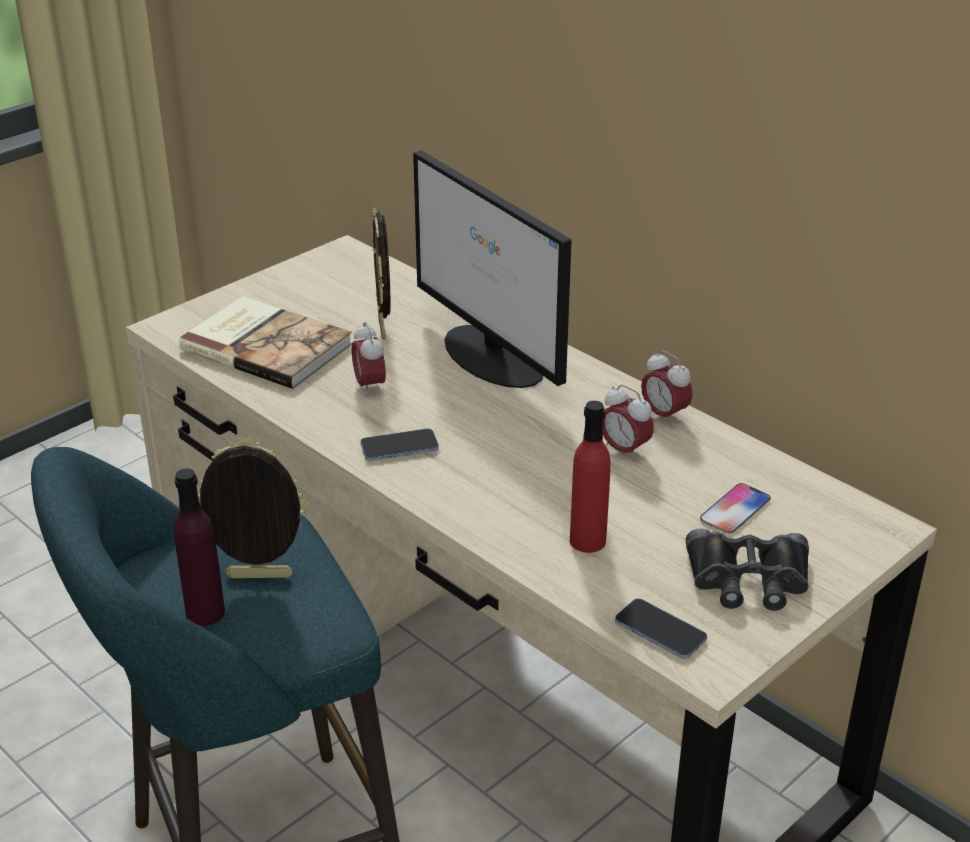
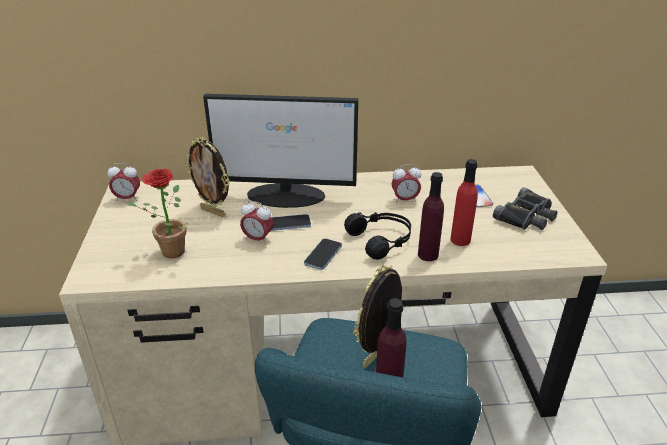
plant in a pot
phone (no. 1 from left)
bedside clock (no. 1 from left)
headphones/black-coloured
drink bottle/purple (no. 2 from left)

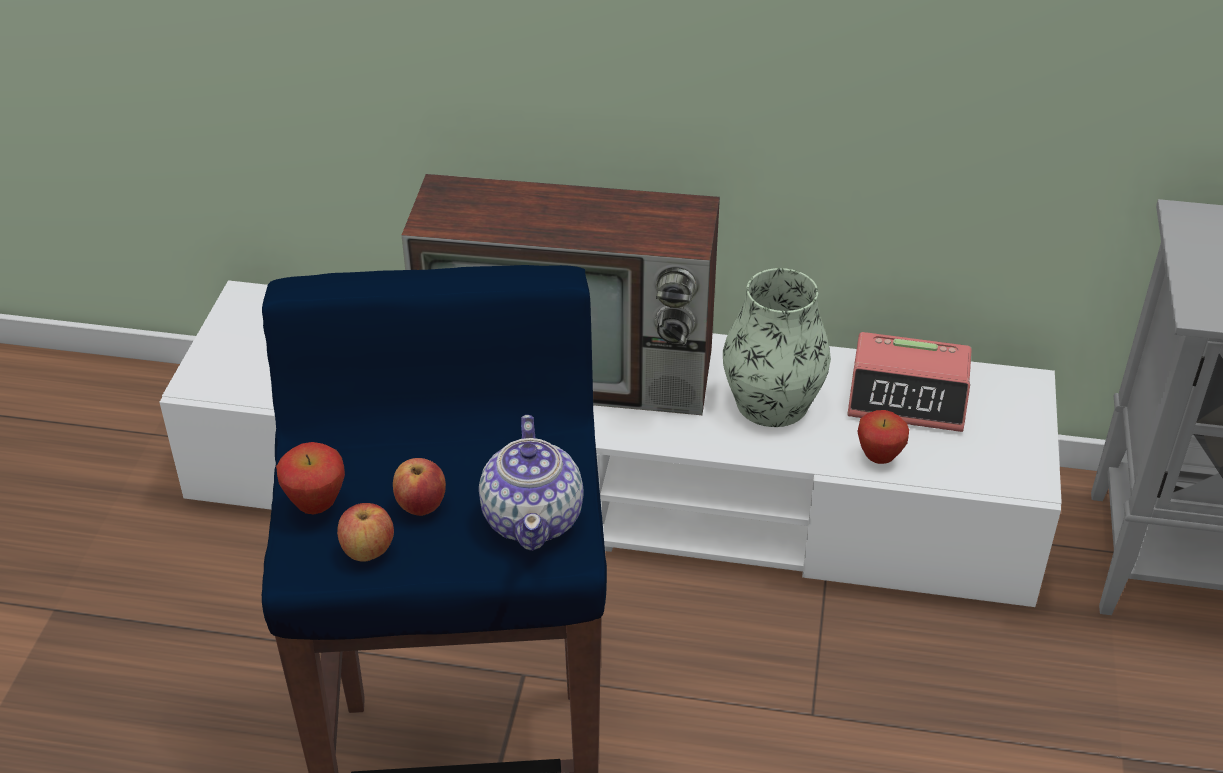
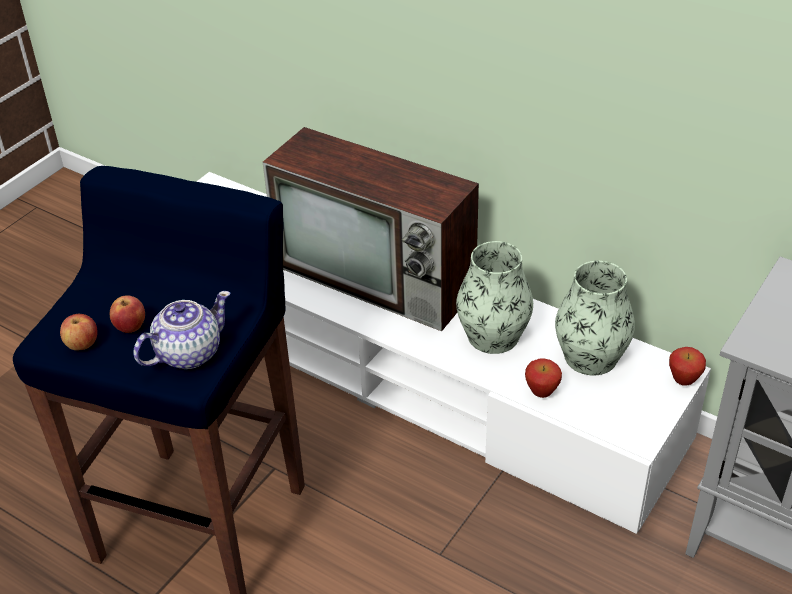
whole apple (no. 4 from left)
pot for tea
flower vase (no. 2 from left)

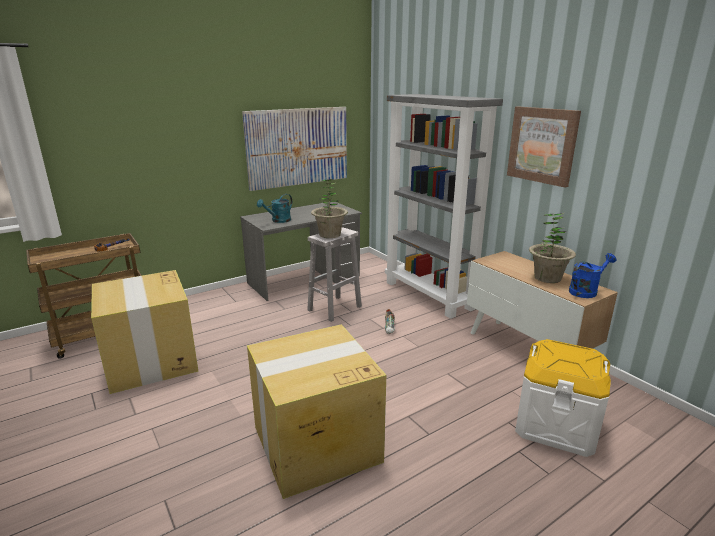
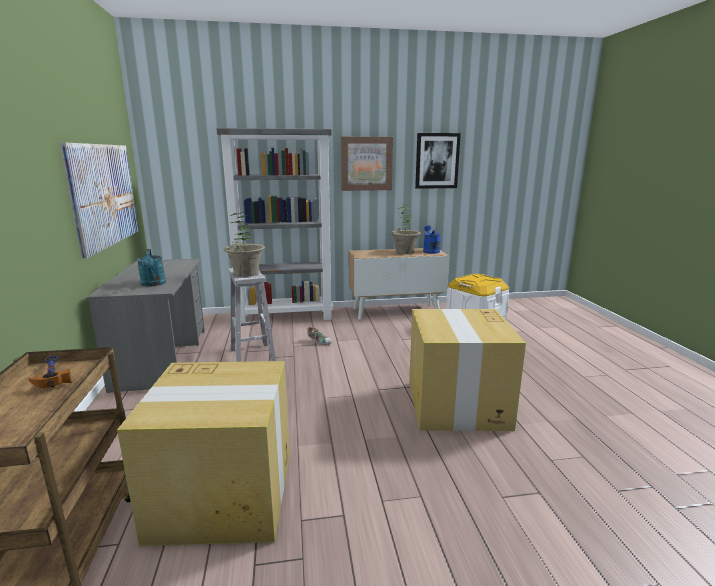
picture (no. 3 from left)

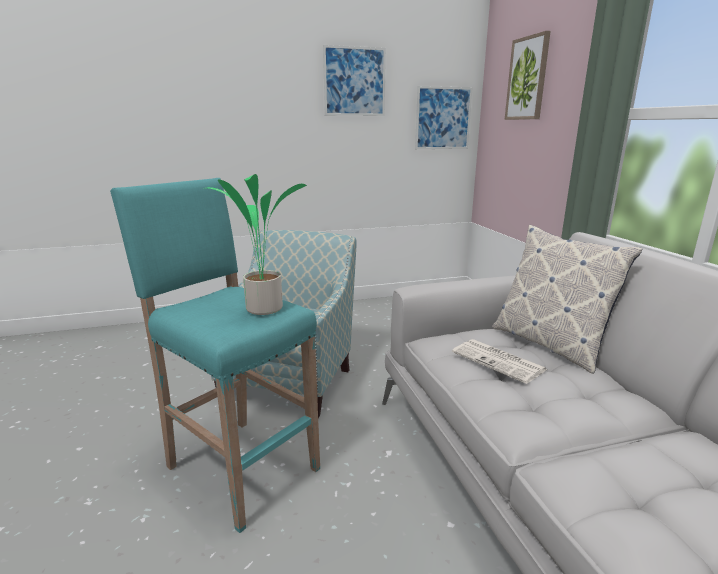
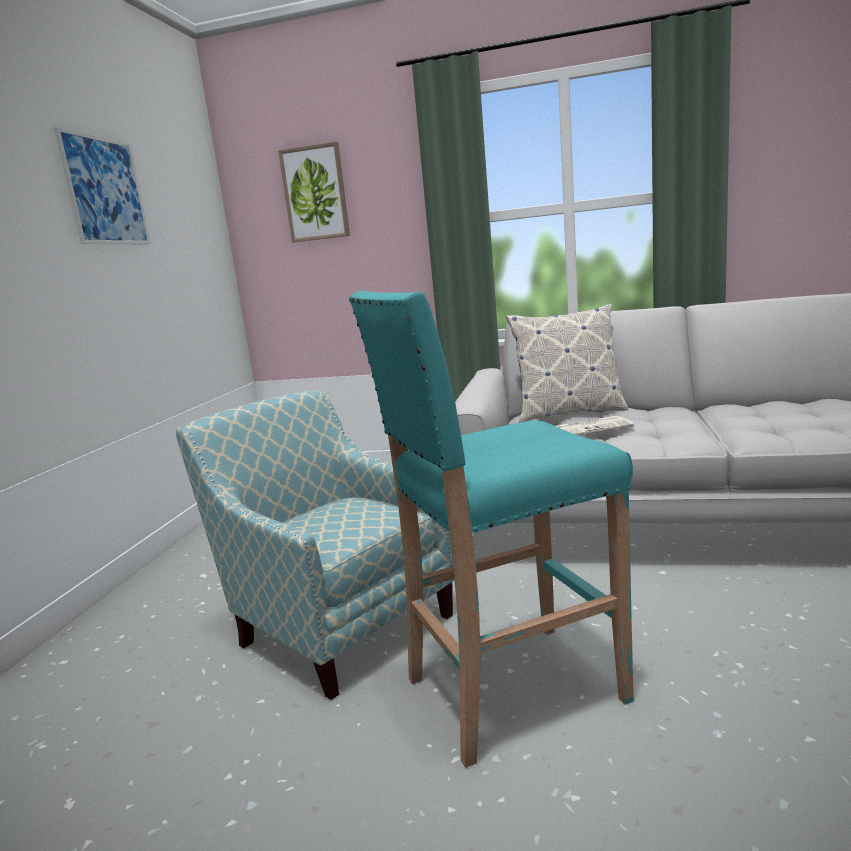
plant in a pot
picture (no. 2 from left in the first image)

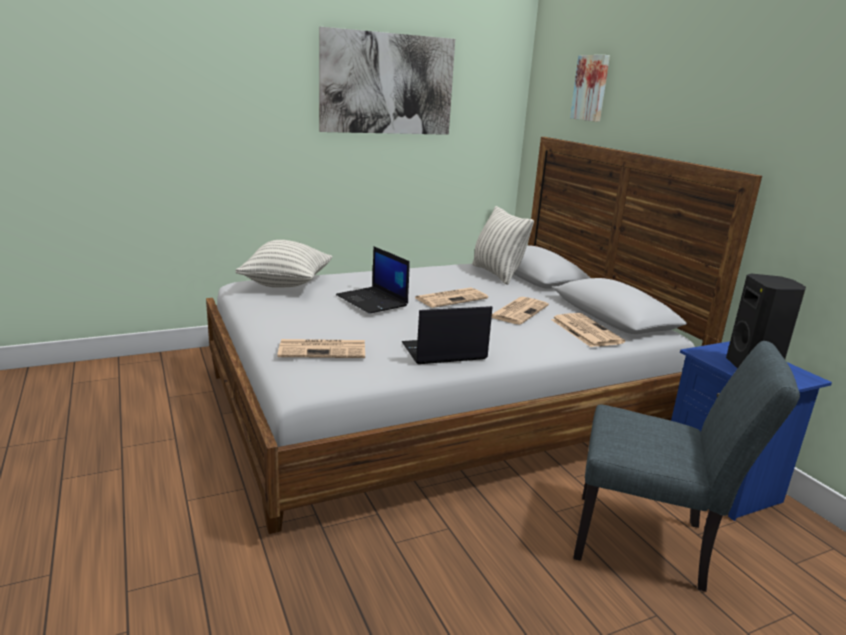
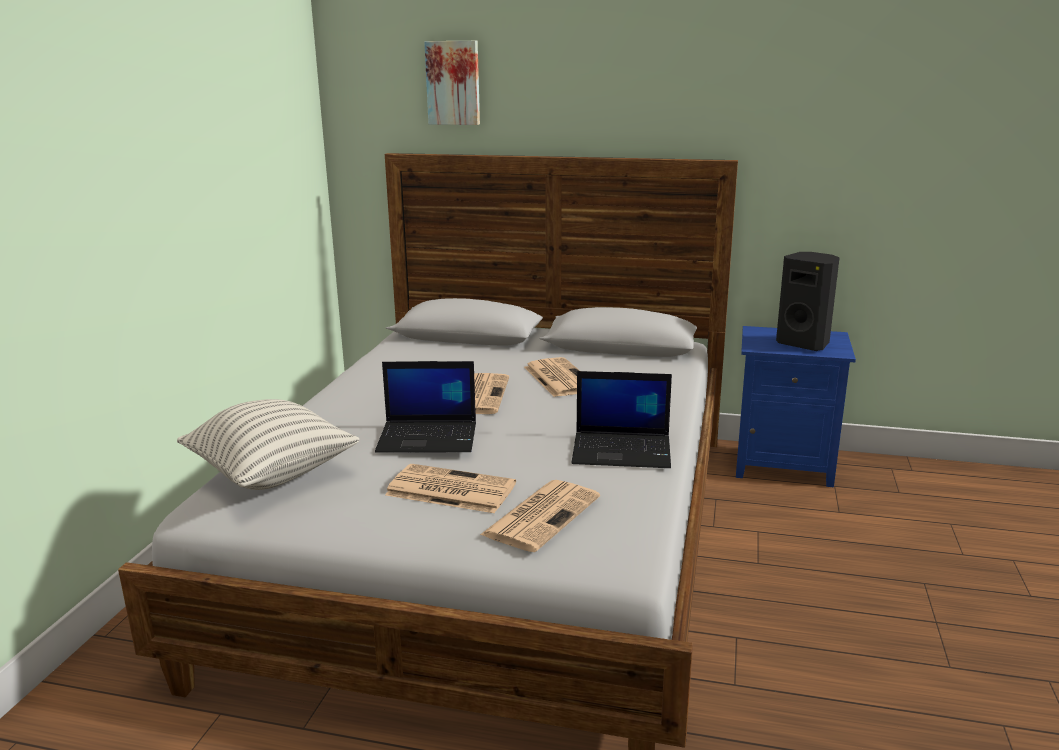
picture (no. 1 from left in the first image)
notebook computer (no. 2 from left)
cushion (no. 2 from left in the first image)
daily paper (no. 1 from left)
plain chair/grey

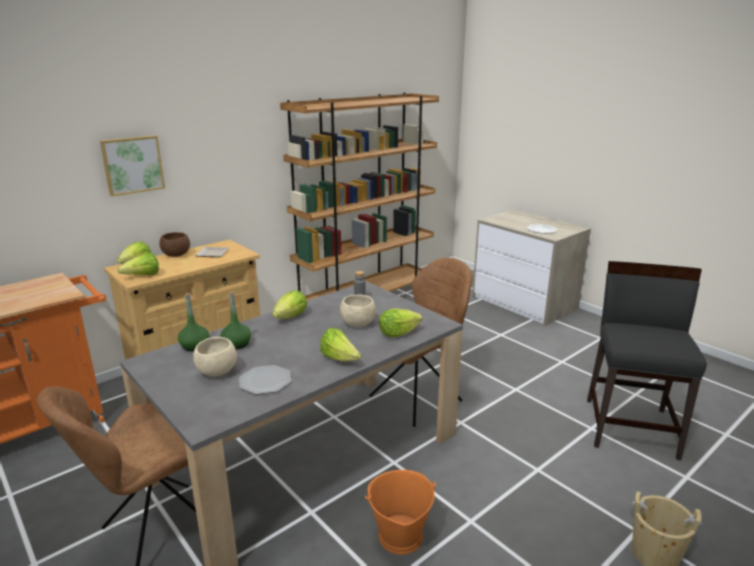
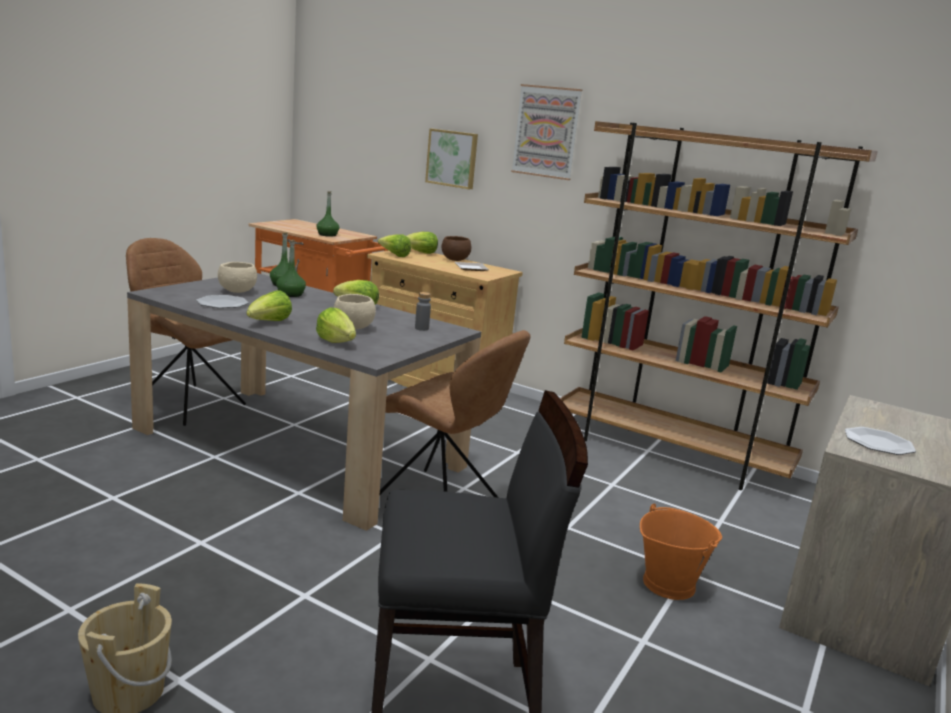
pail/orange-coloured
drink bottle/greenish (no. 3 from left)
picture (no. 2 from left)

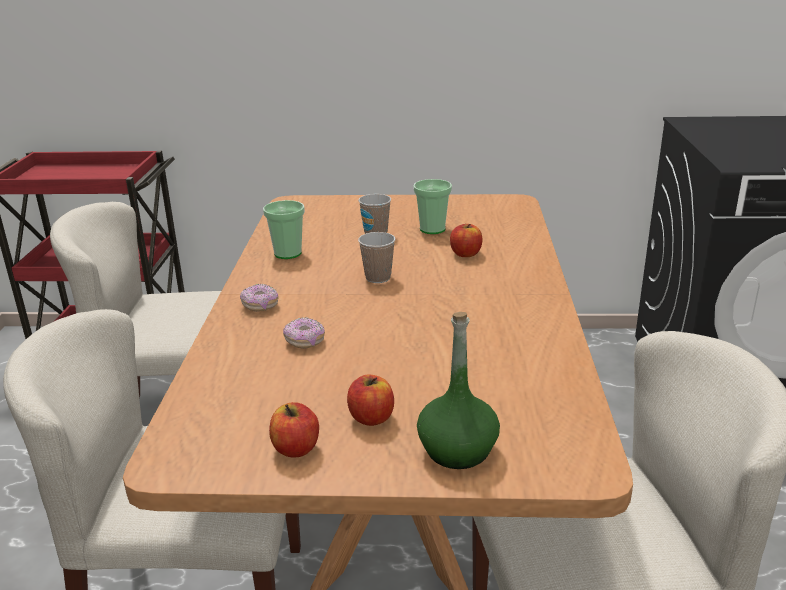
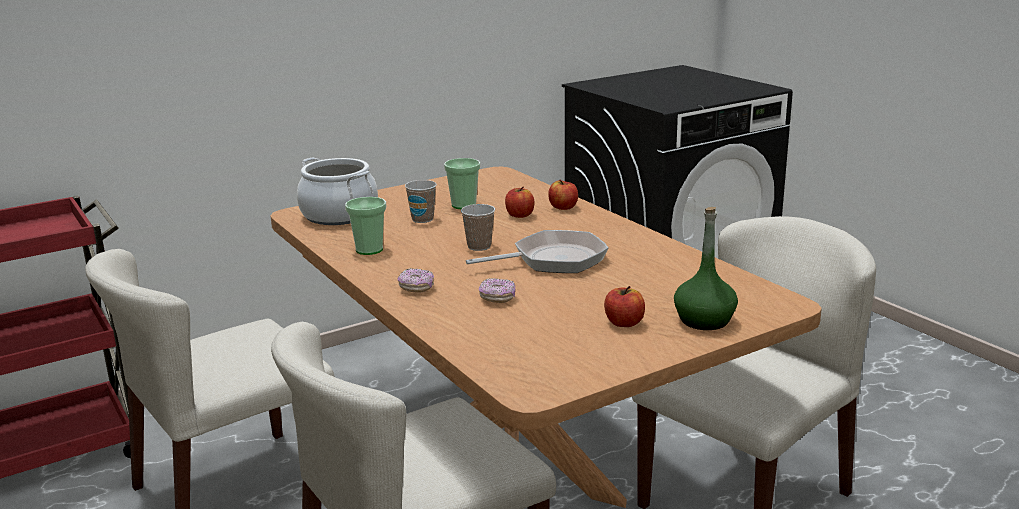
whole apple (no. 2 from left)
cooking pot
pan

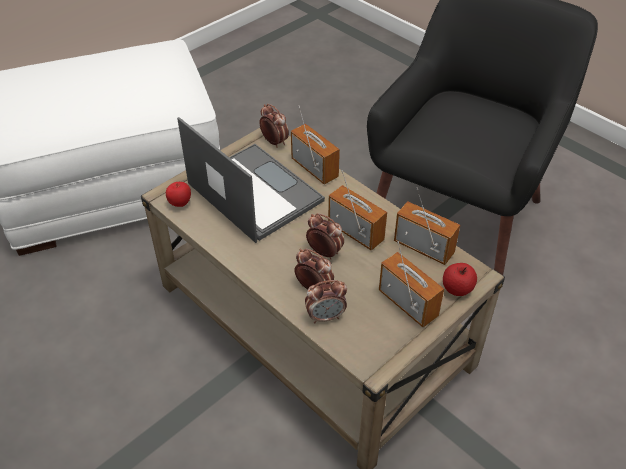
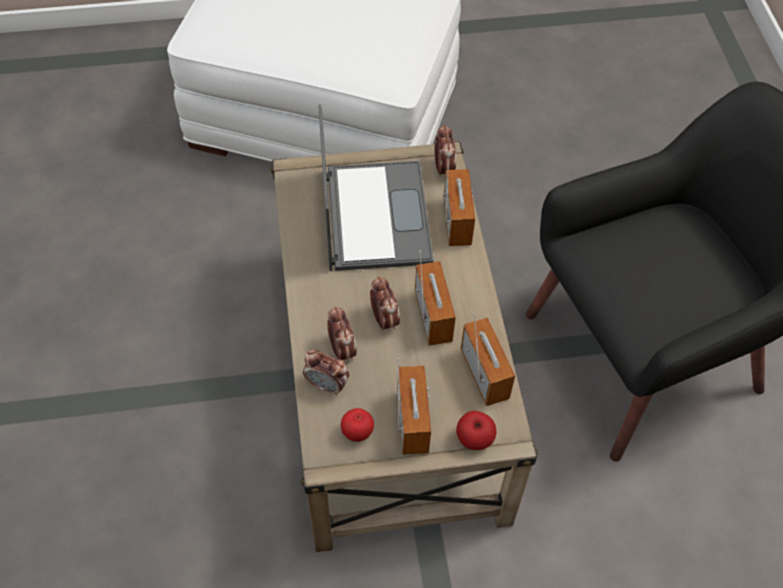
whole apple (no. 1 from left)

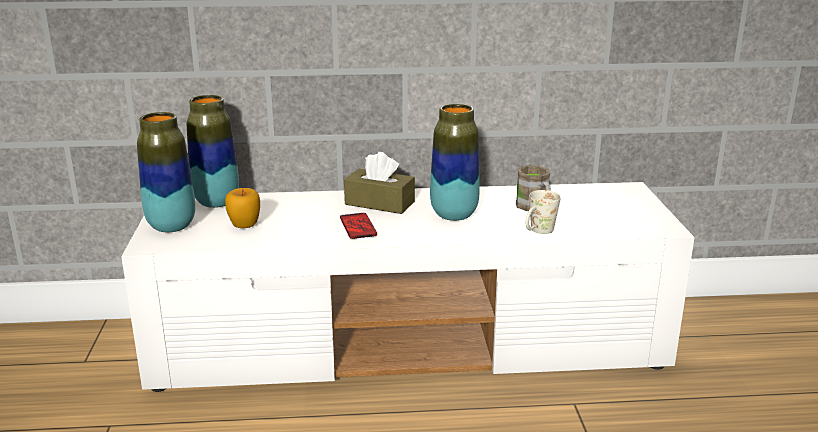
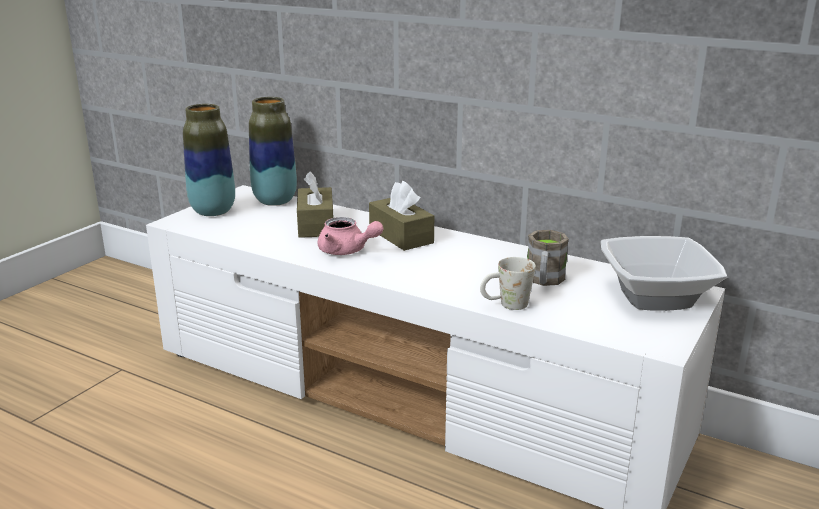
whole apple
pot for tea/pinkish
flower vase (no. 3 from left in the first image)
tissue holder/brownish (no. 1 from left)
serving bowl

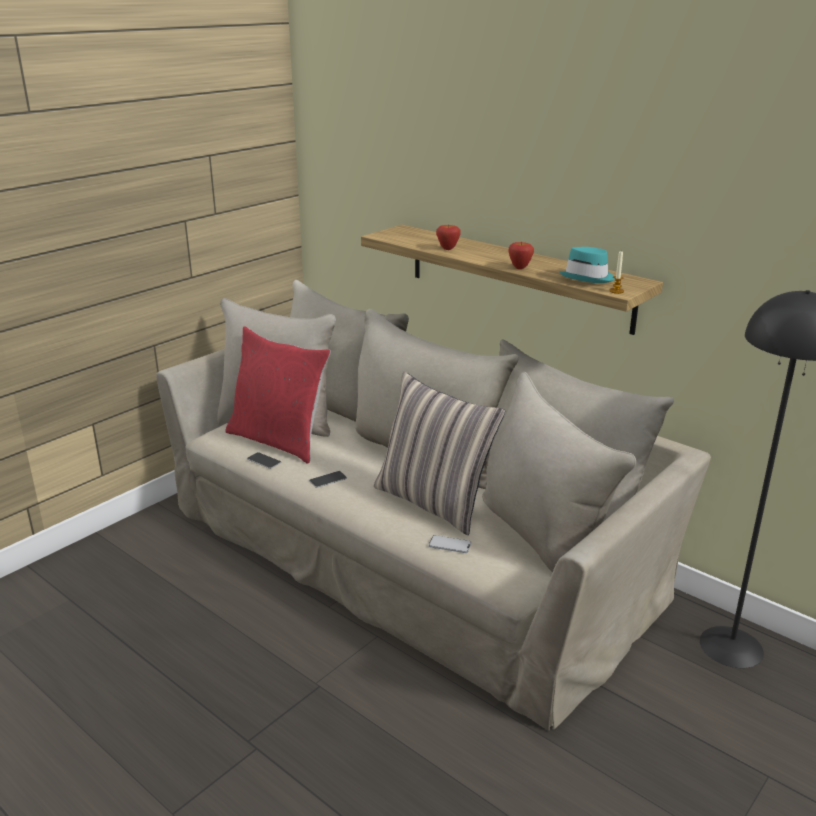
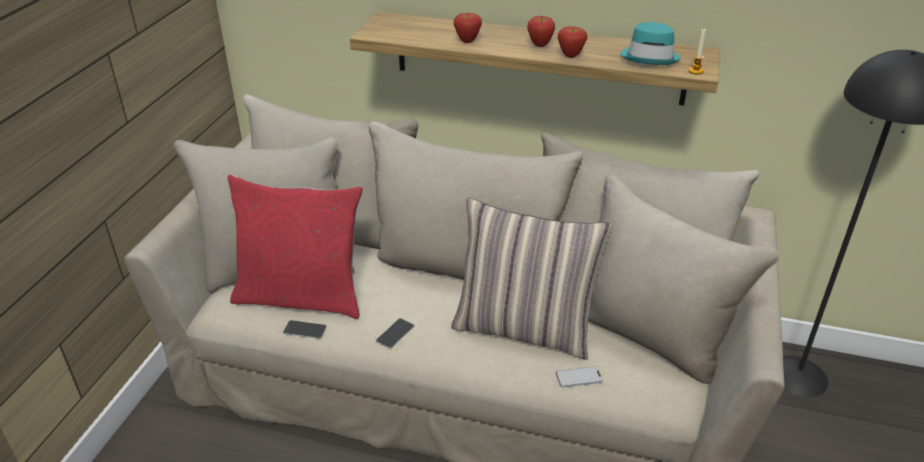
whole apple (no. 2 from left)

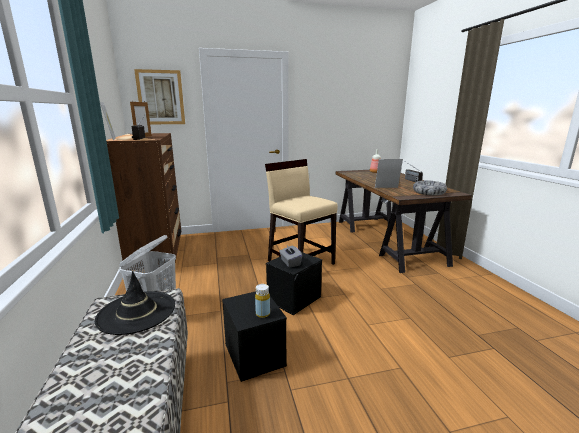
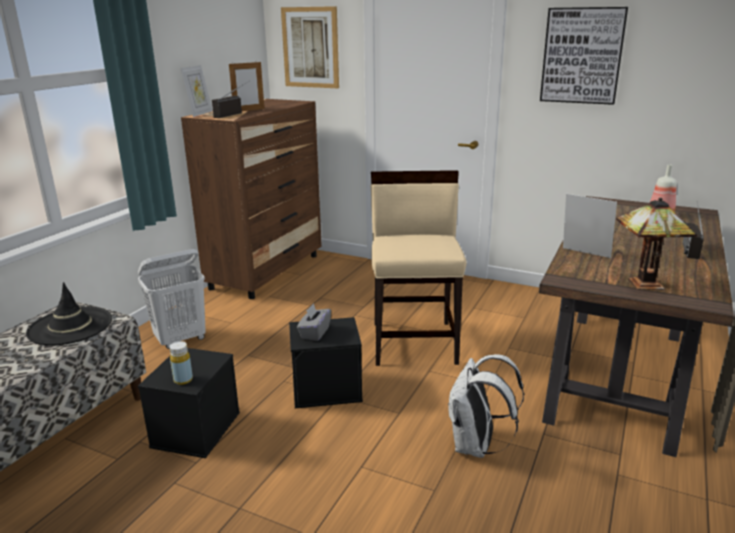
table lamp
backpack/white
picture (no. 2 from left)

